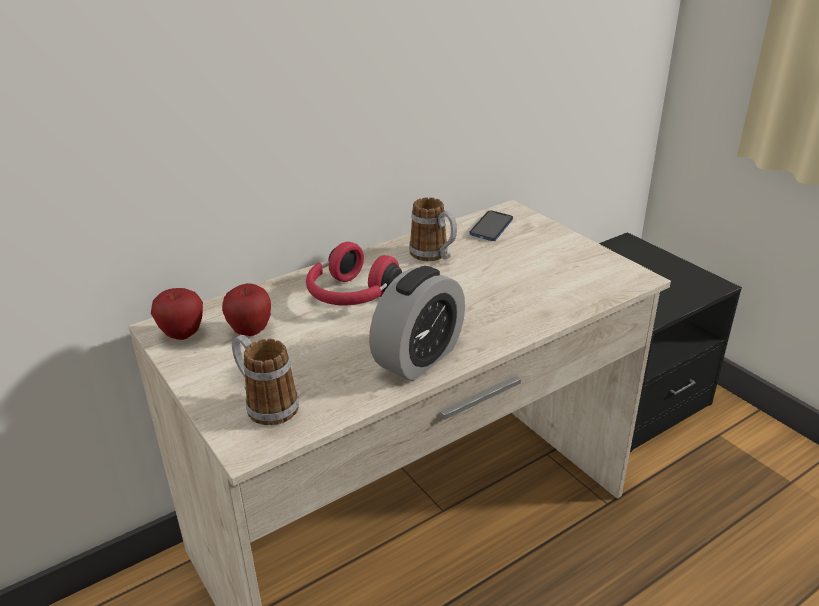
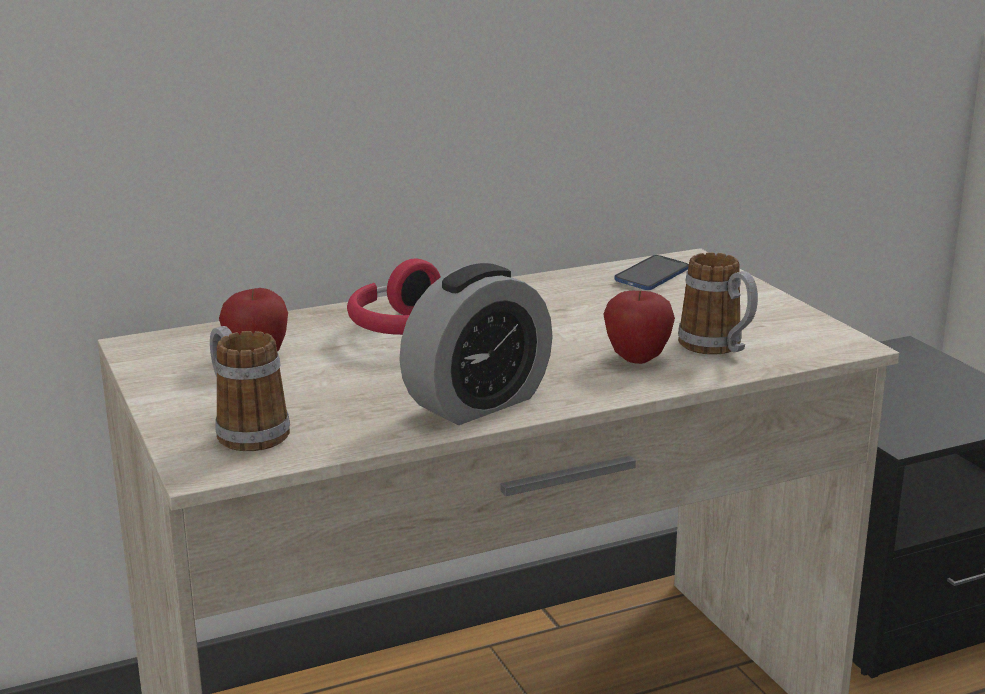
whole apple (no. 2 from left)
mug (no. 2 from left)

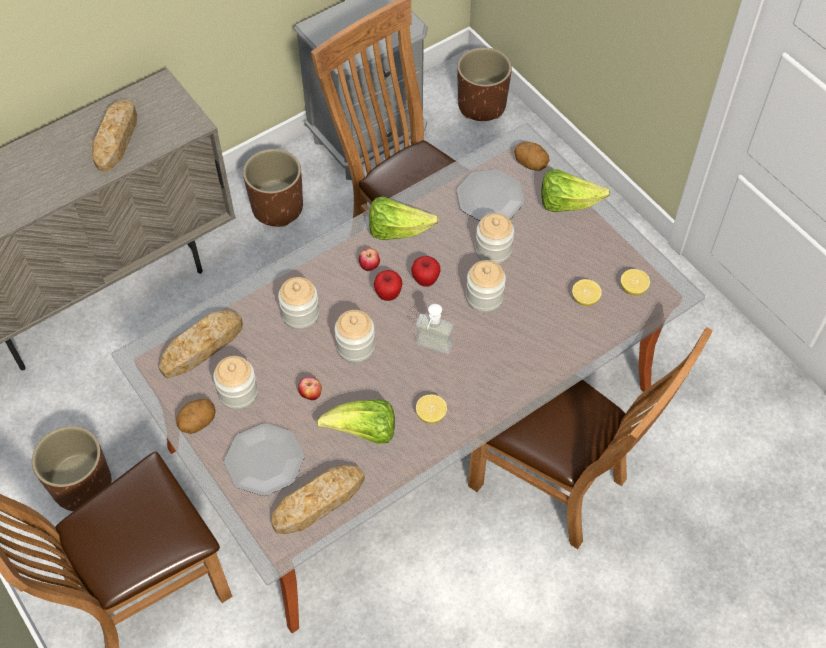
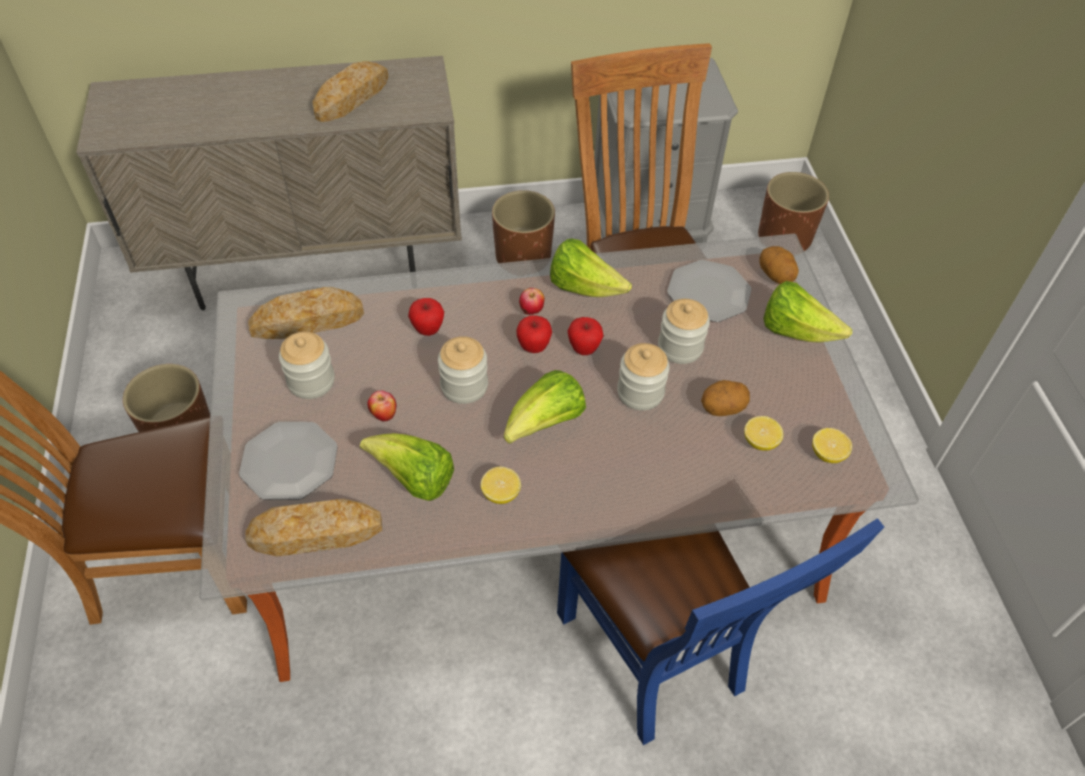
spud (no. 1 from left)
whole apple (no. 2 from left)
lettuce (no. 2 from left)
plain chair/blue-coloured

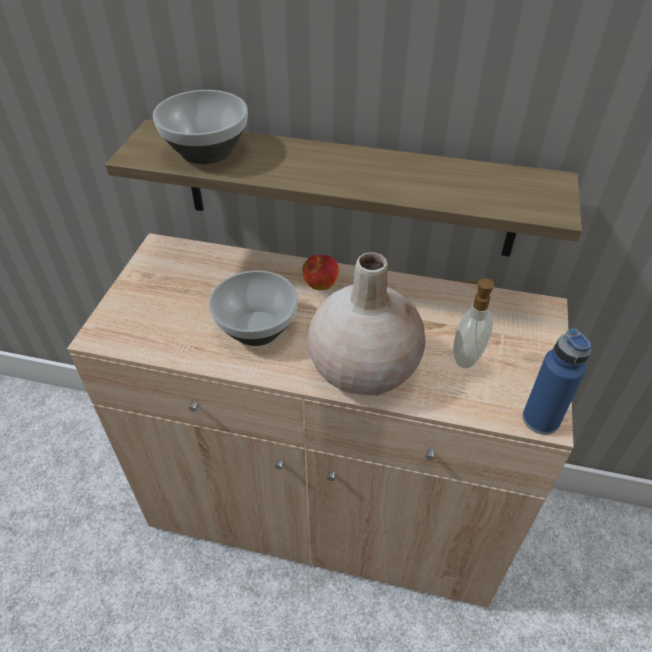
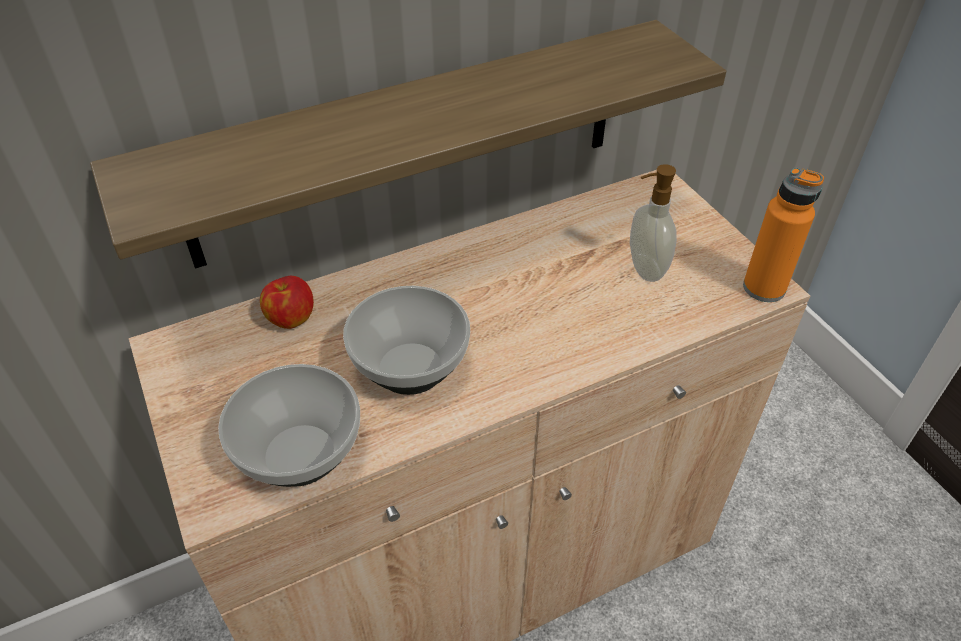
serving bowl (no. 1 from left)
whole apple
flower vase/beige-coloured
drink bottle/orange-coloured

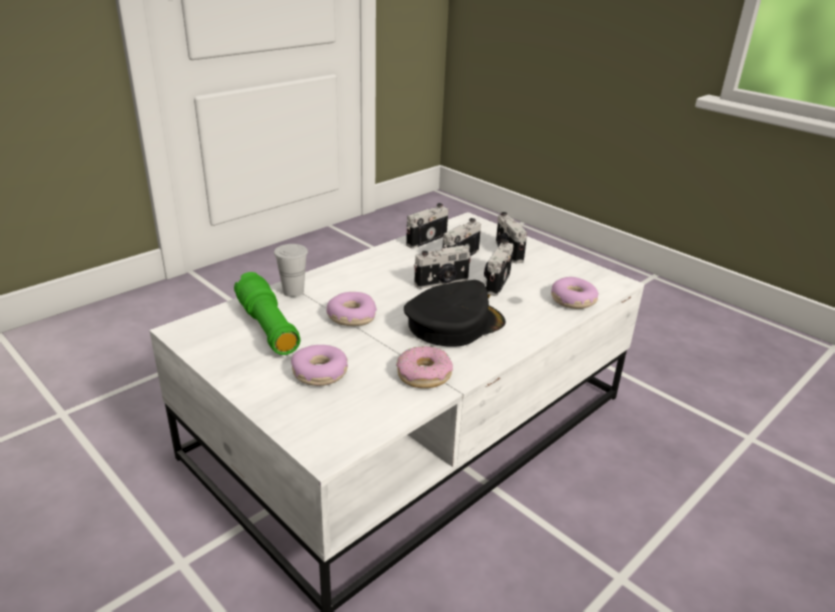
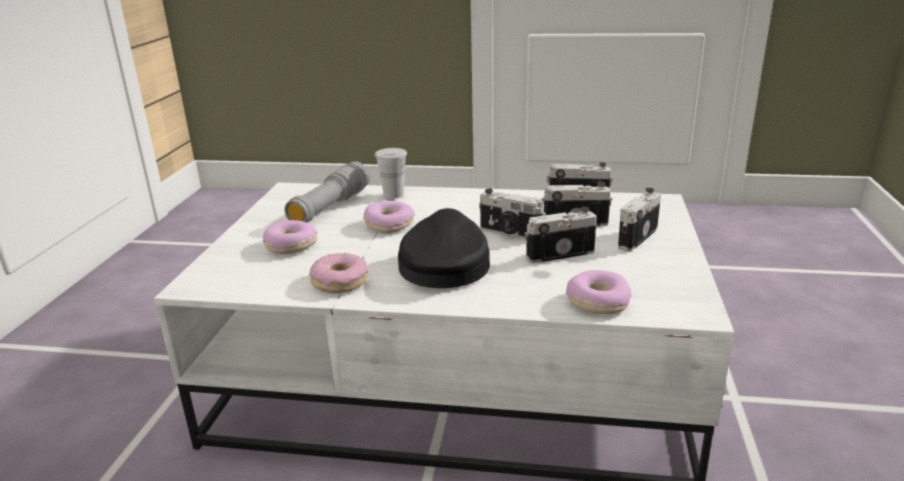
hand torch/grey
cap/black-coloured

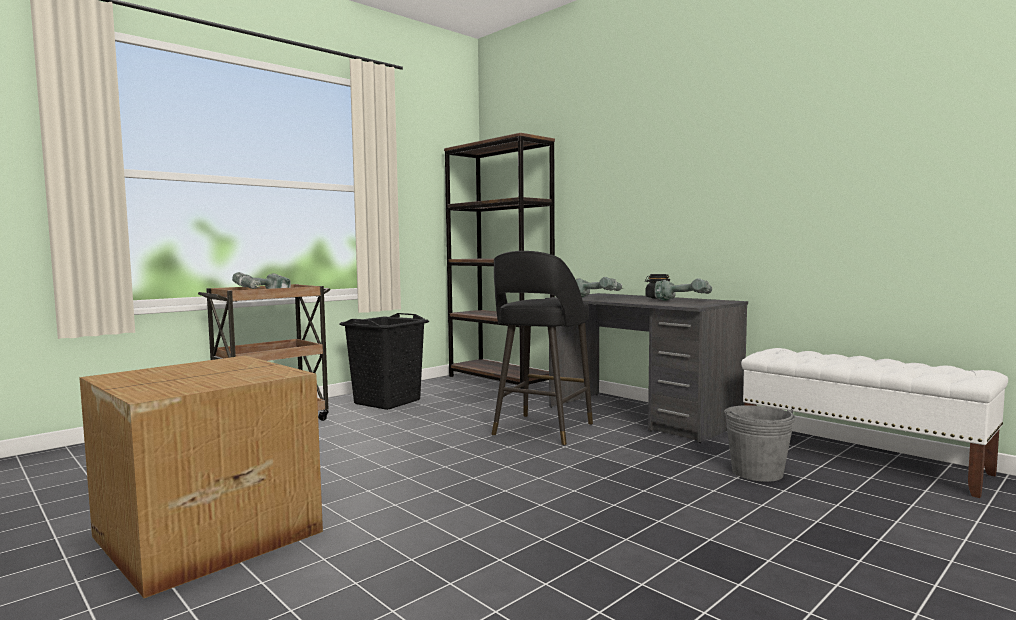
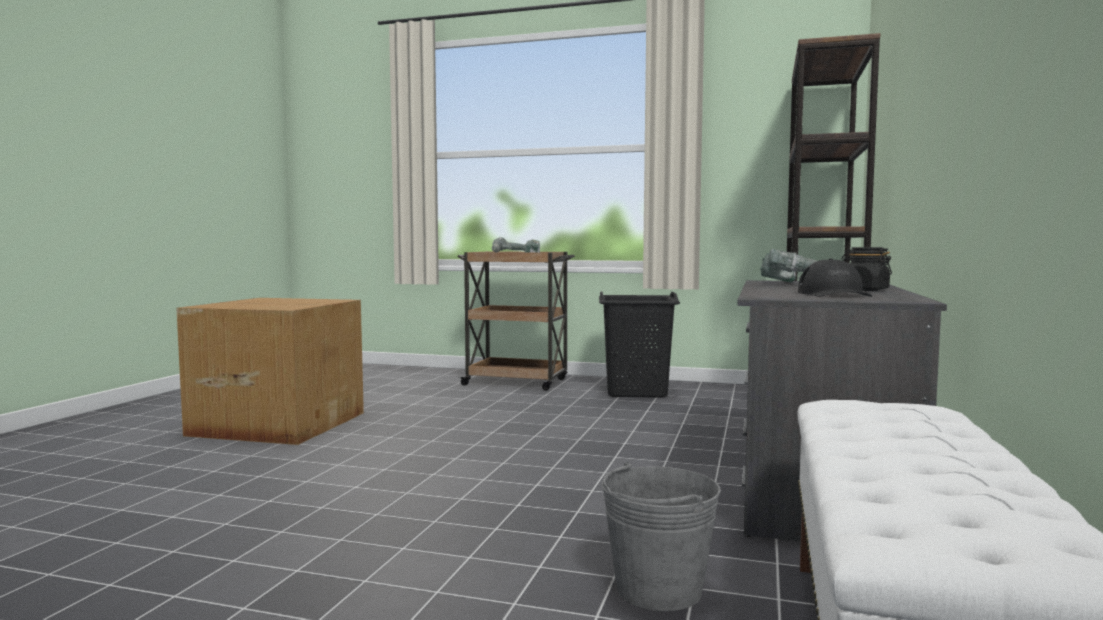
sitting stool/black-coloured
cap/black-coloured

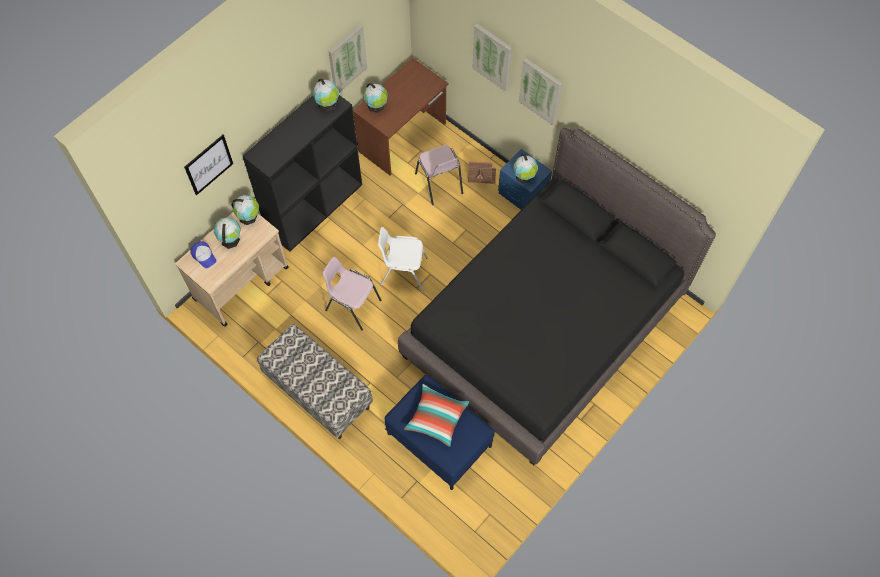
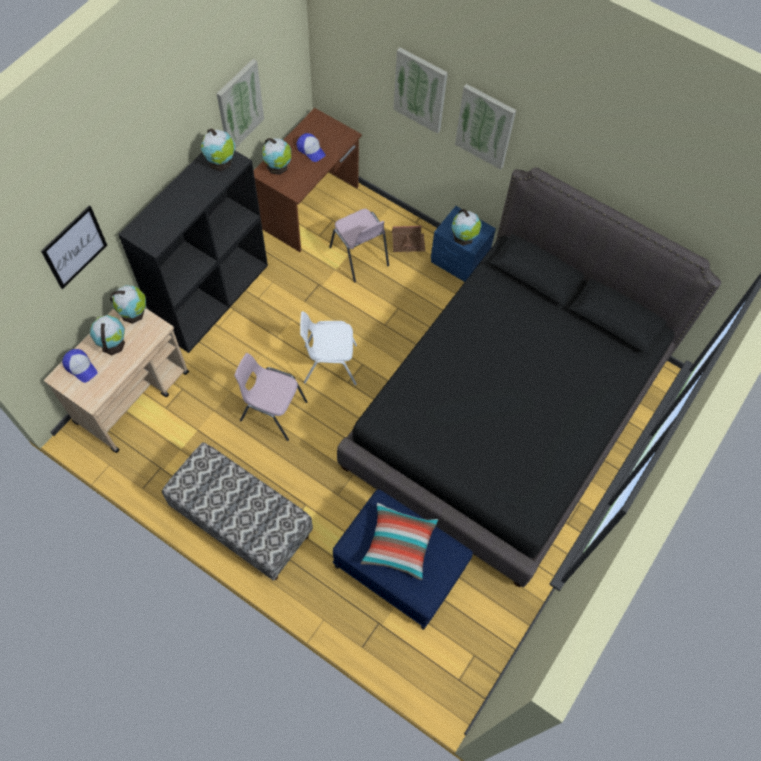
cap (no. 2 from left)

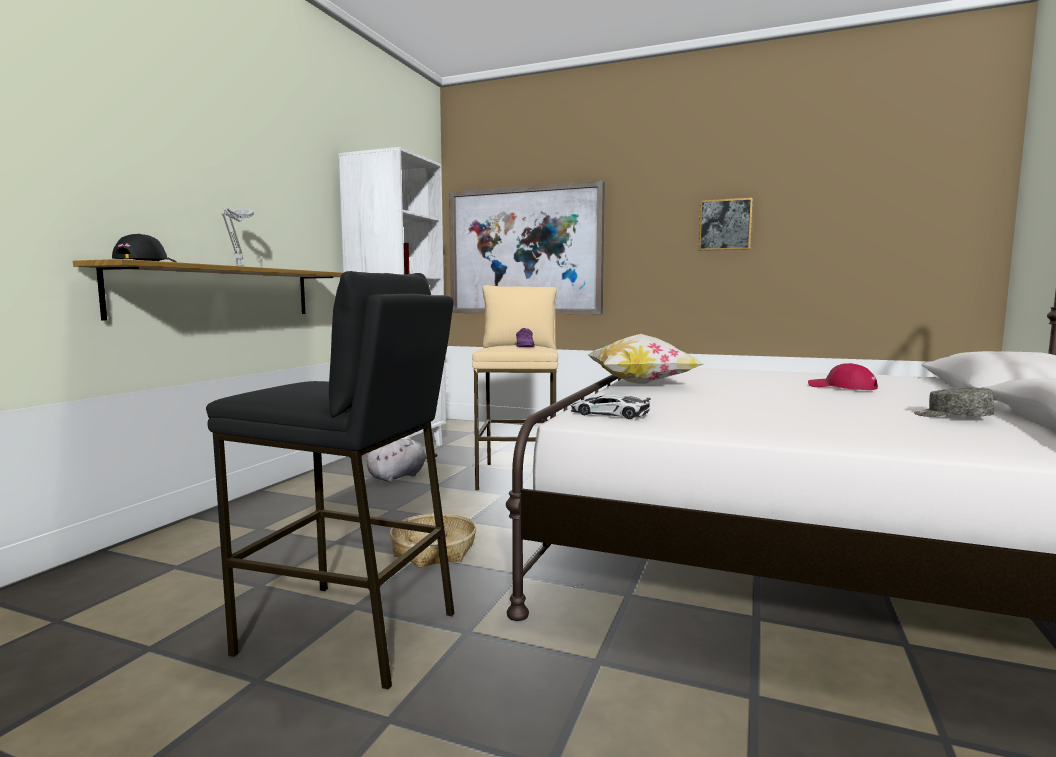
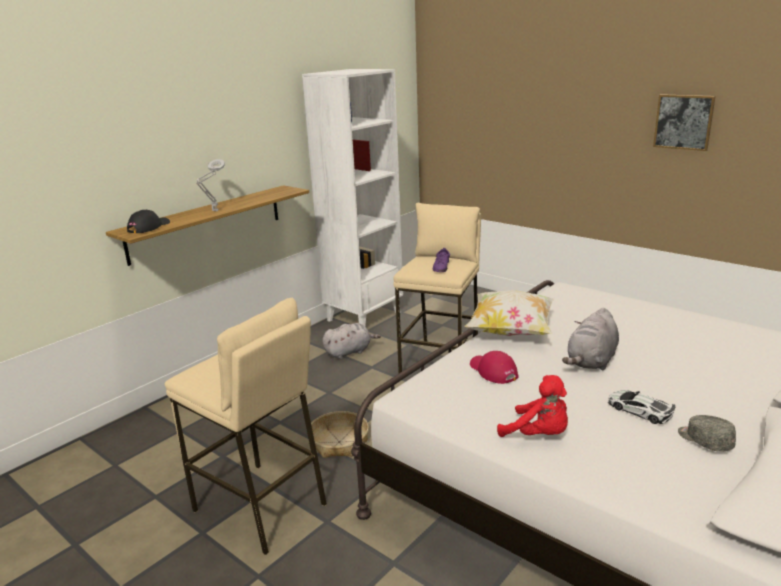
sitting stool/beige-coloured (no. 1 from left)
picture (no. 1 from left in the first image)
toy car
cap/red-coloured
cuddly toy/red-coloured
cuddly toy/grey (no. 2 from left)

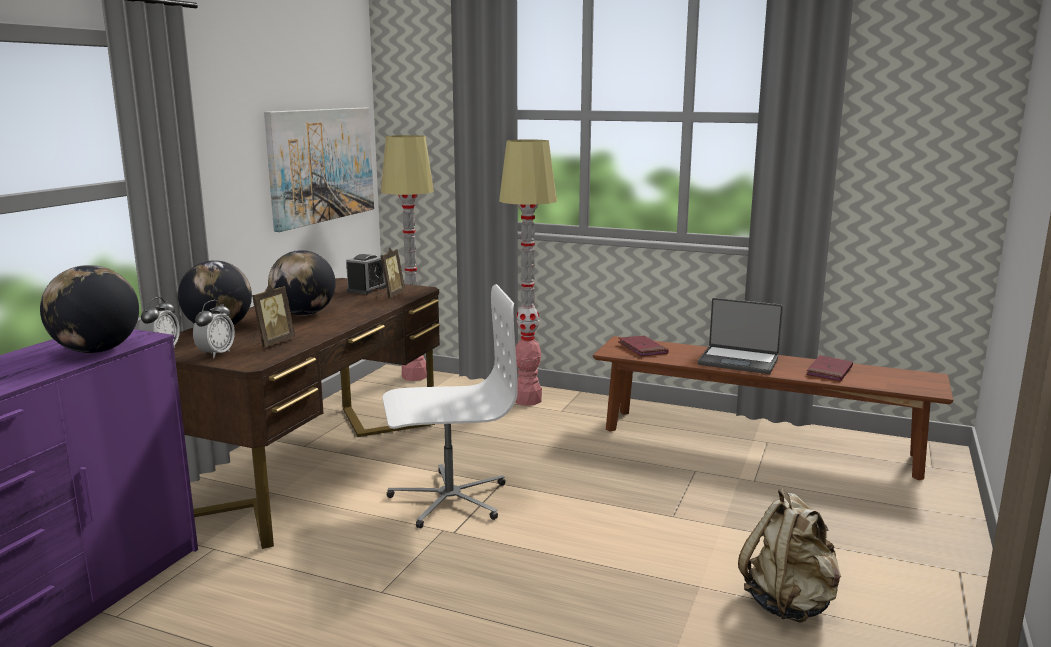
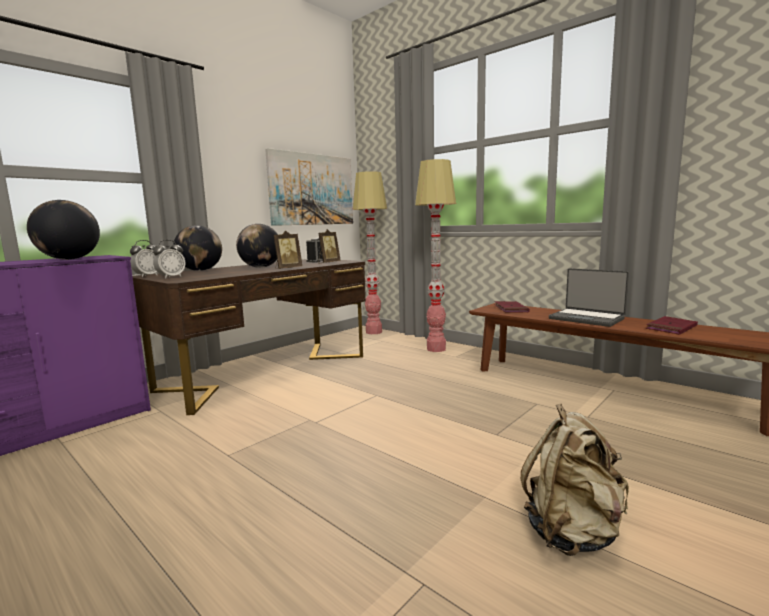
standing frame (no. 1 from left)
office chair/white

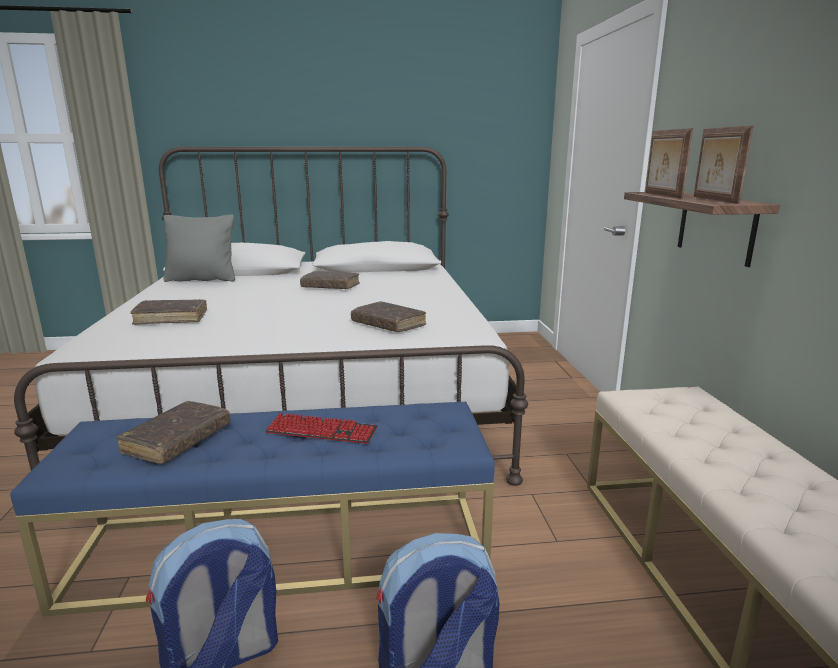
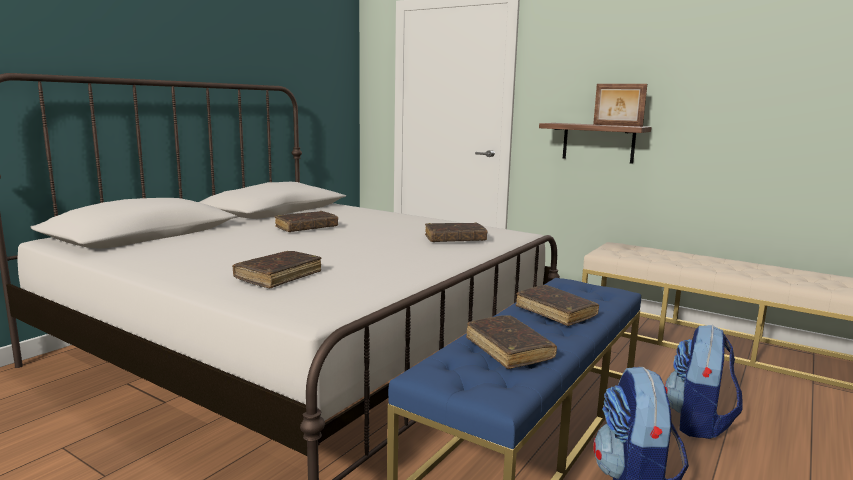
cushion/grey
bound book/brownish (no. 5 from left)
standing frame (no. 1 from left in the first image)

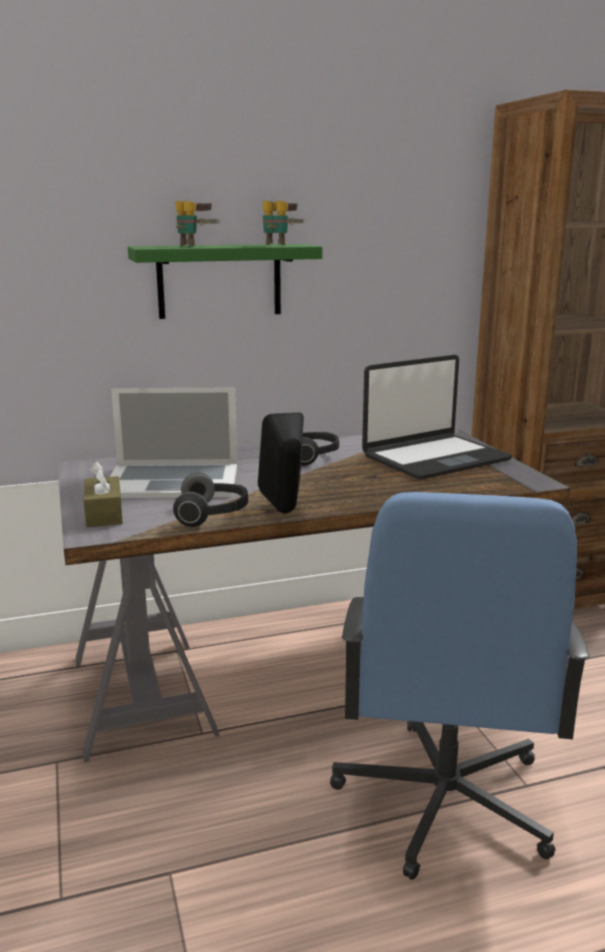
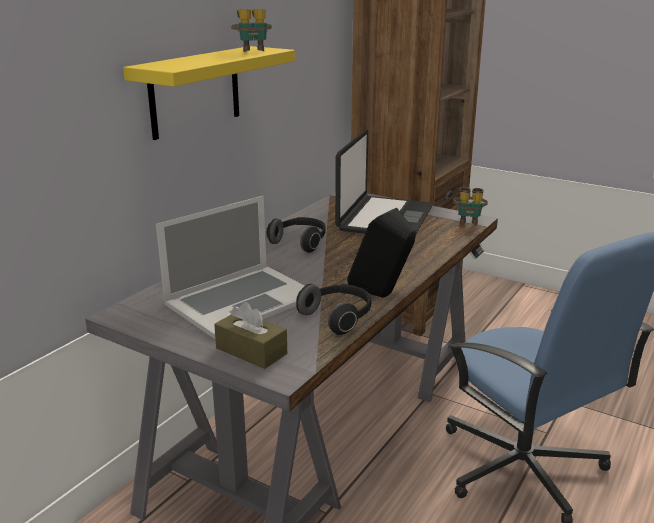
shelf/yellowish
binoculars (no. 2 from left)

